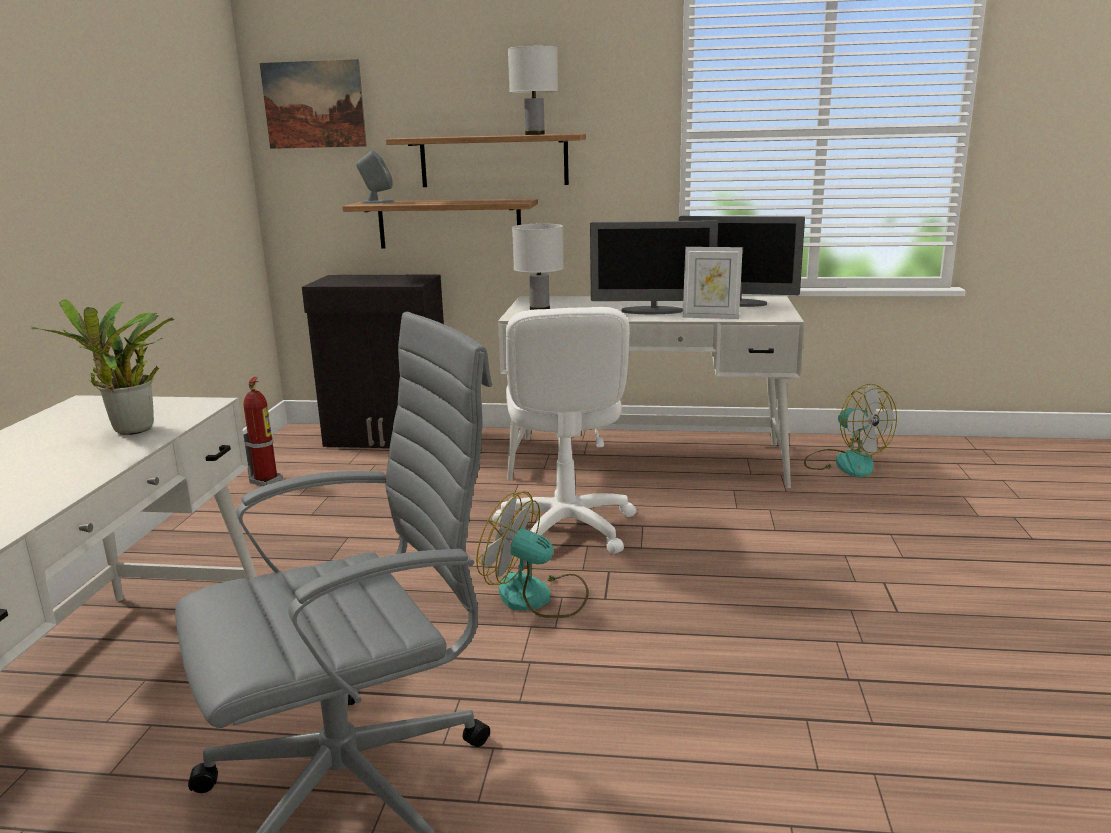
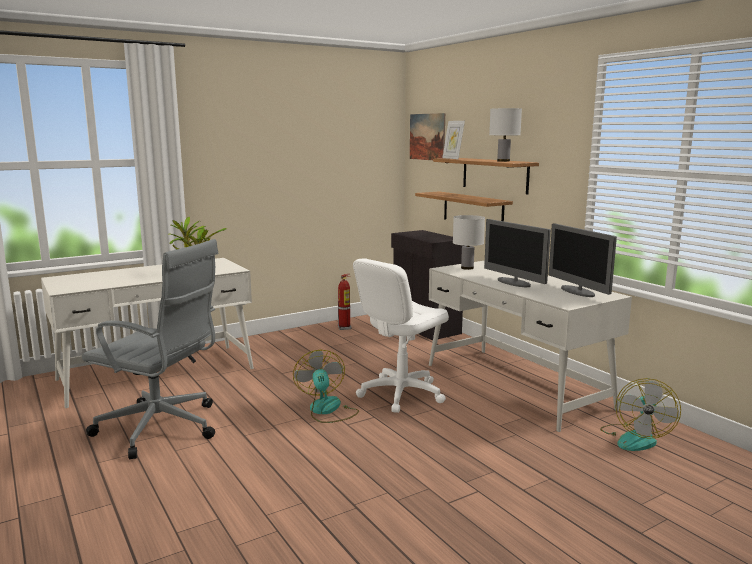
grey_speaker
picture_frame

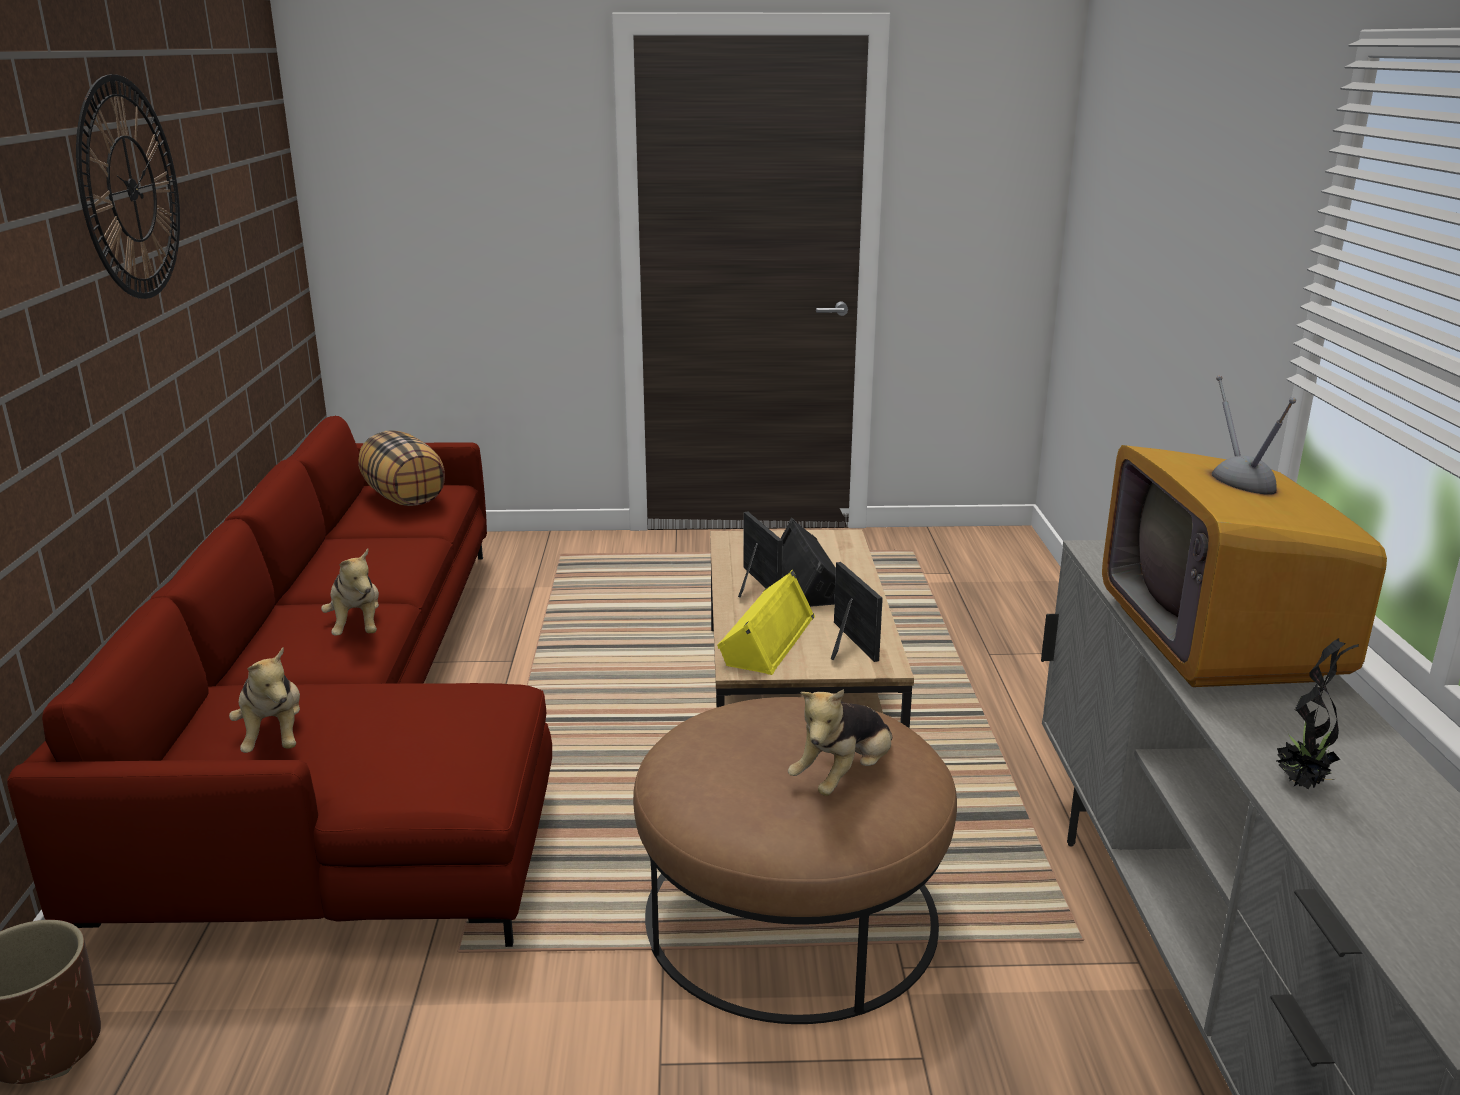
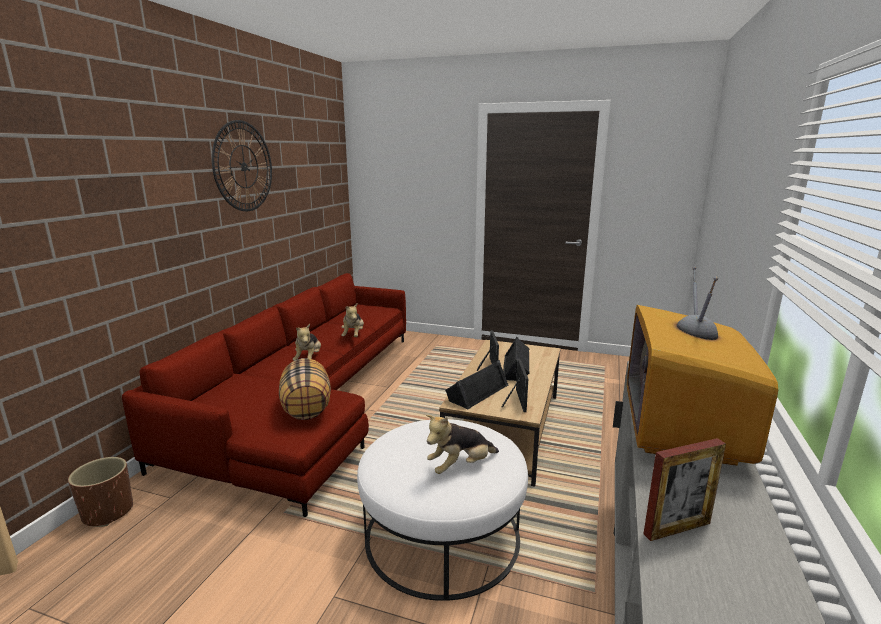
throw_pillow
black-coloured_speaker (no. 1 from left)
picture_frame (no. 3 from left)
cuddly_toy (no. 2 from left)
white-coloured_ottoman

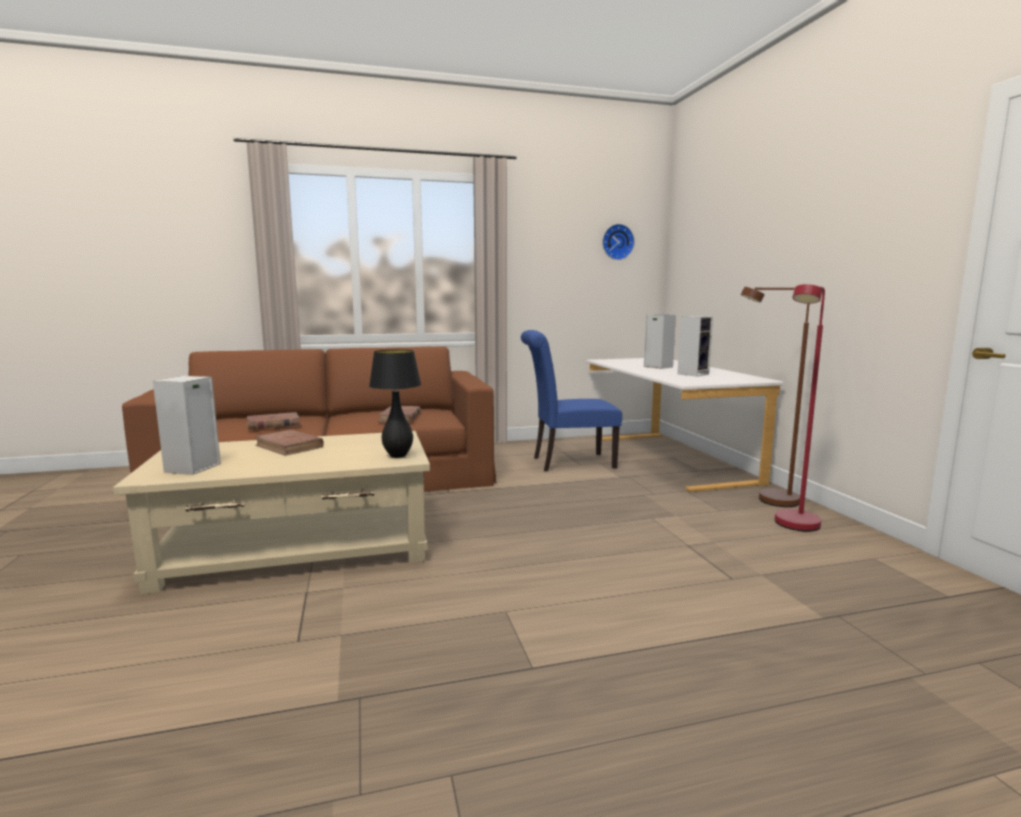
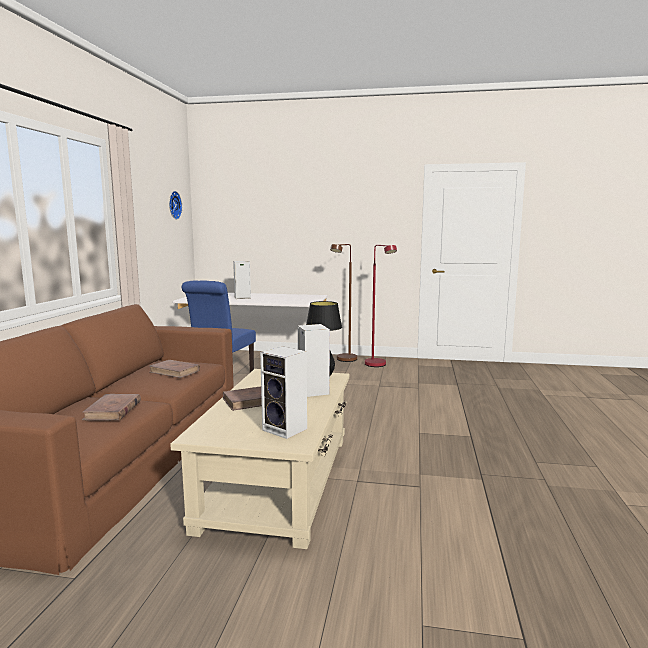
speaker (no. 3 from left)

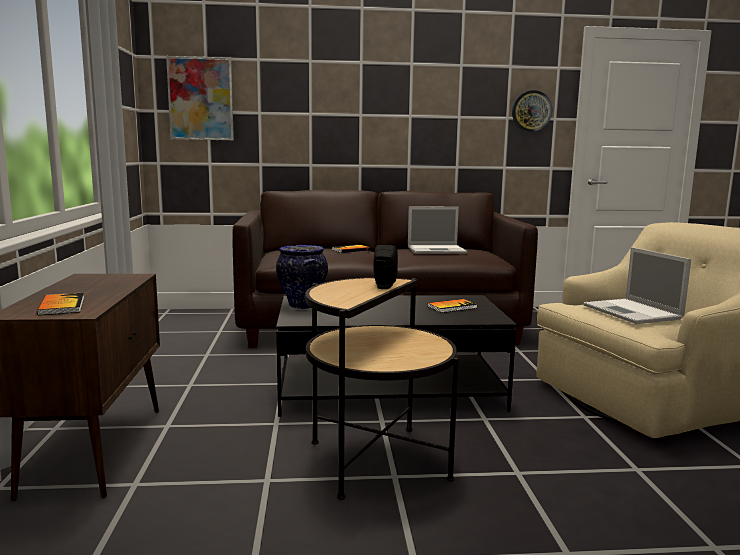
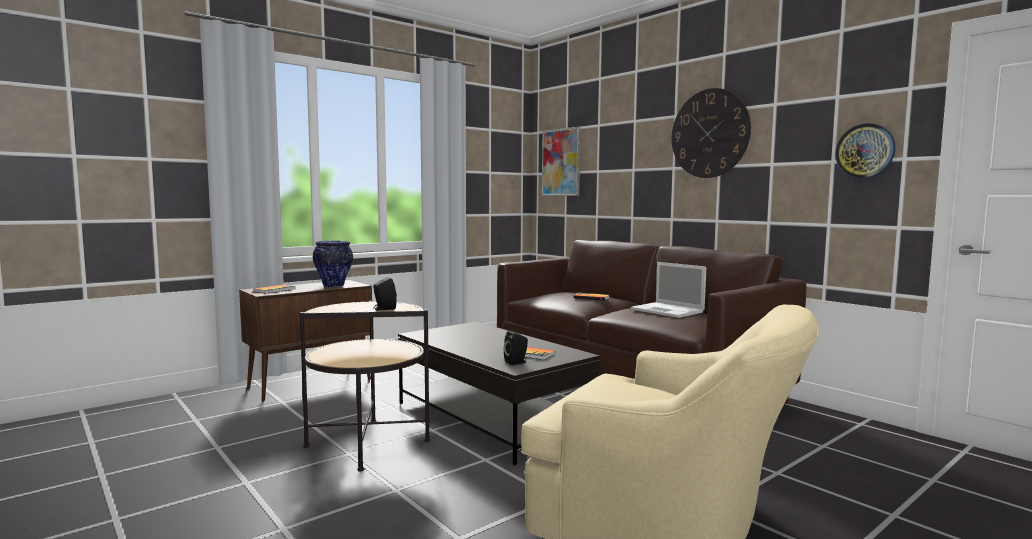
vase
laptop (no. 2 from left in the first image)
wall_clock (no. 1 from left)
black-coloured_speaker (no. 2 from left)

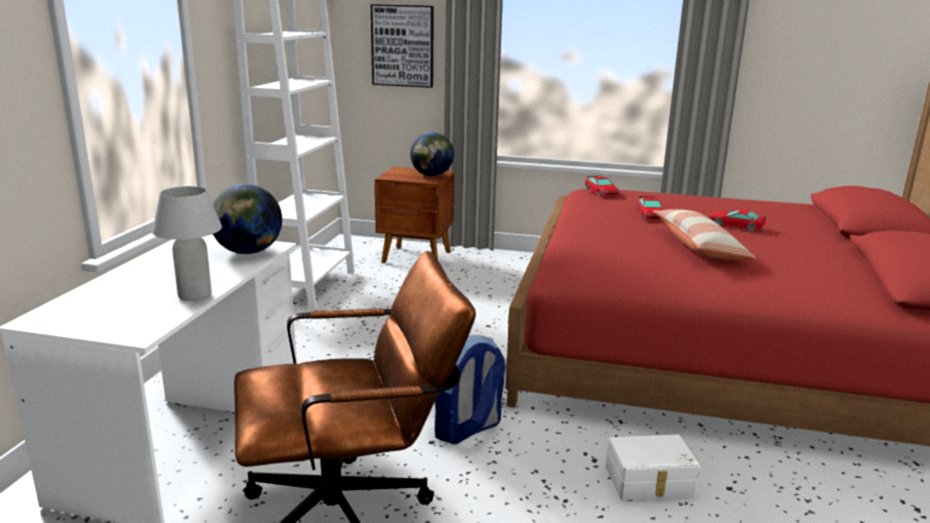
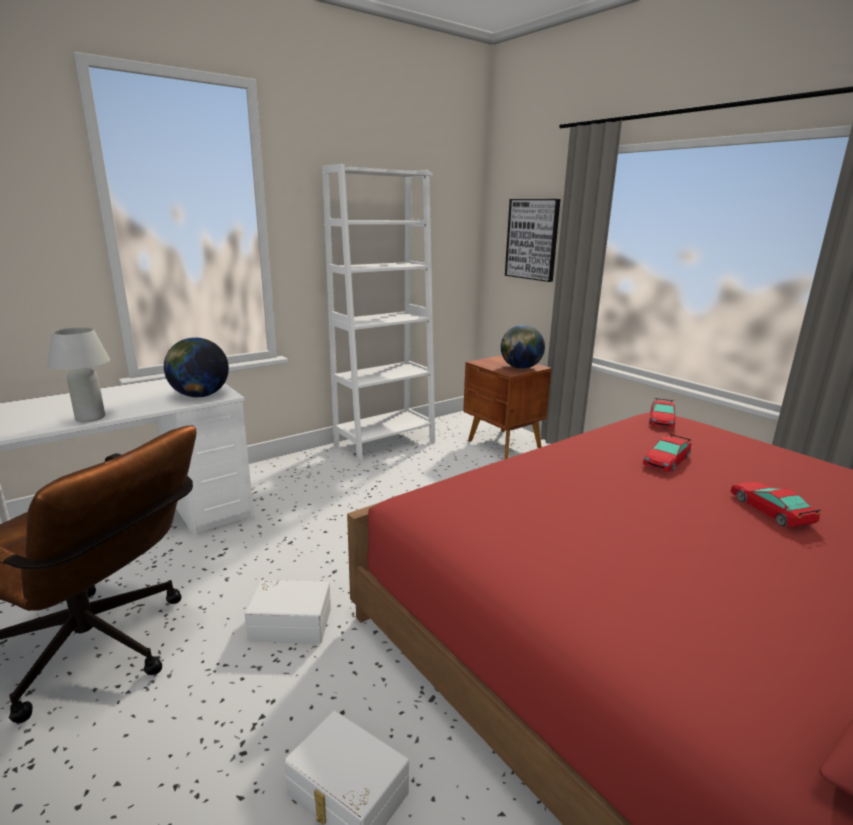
throw_pillow
white-coloured_storage_box (no. 1 from left)

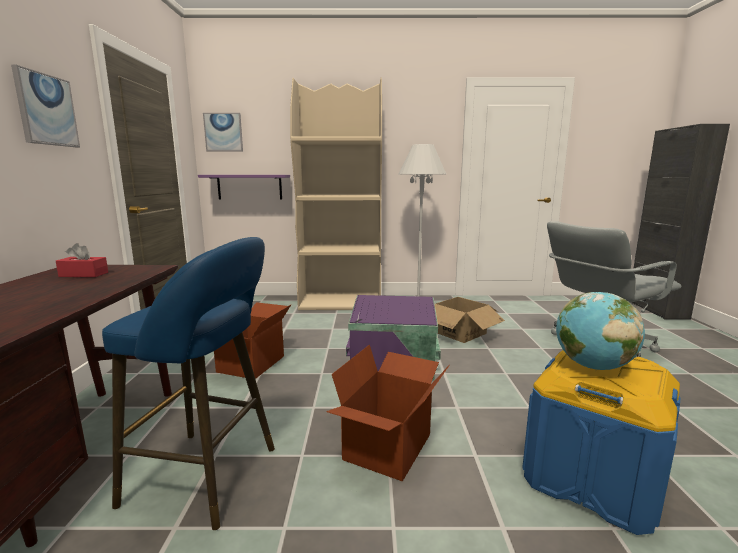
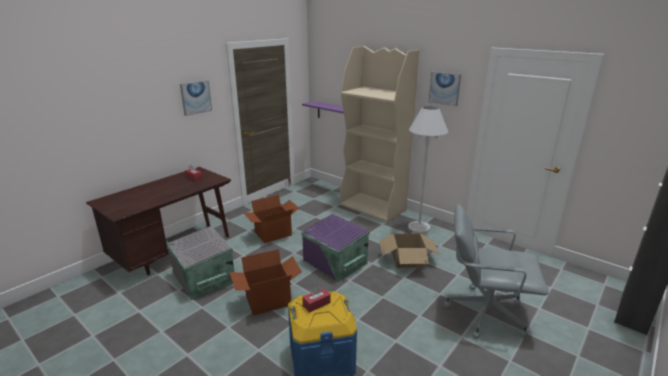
wall_art (no. 2 from left)
grey_storage_box
reddish_tissue_holder (no. 2 from left)

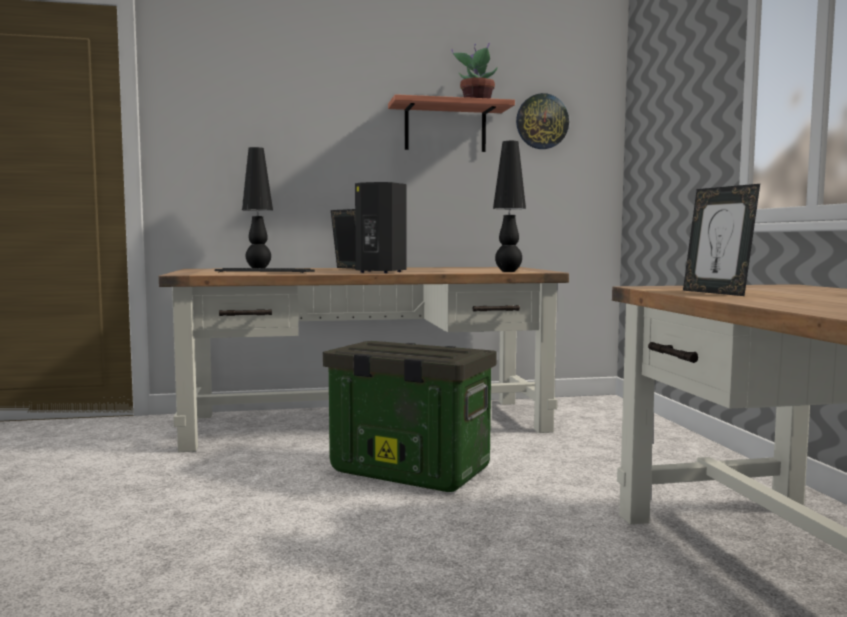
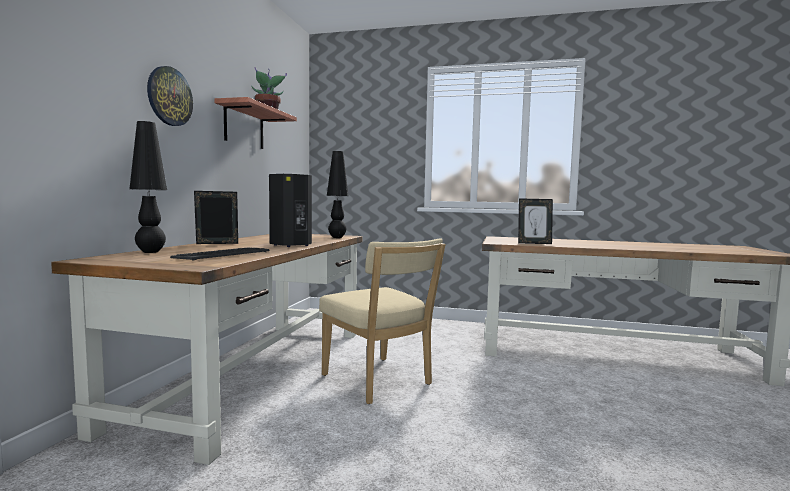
wall_clock
beige-coloured_plain_chair

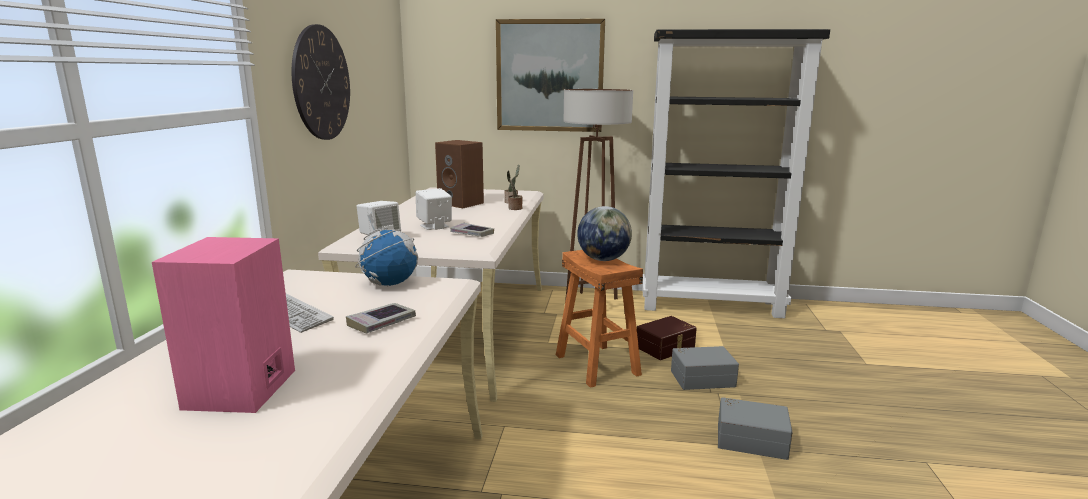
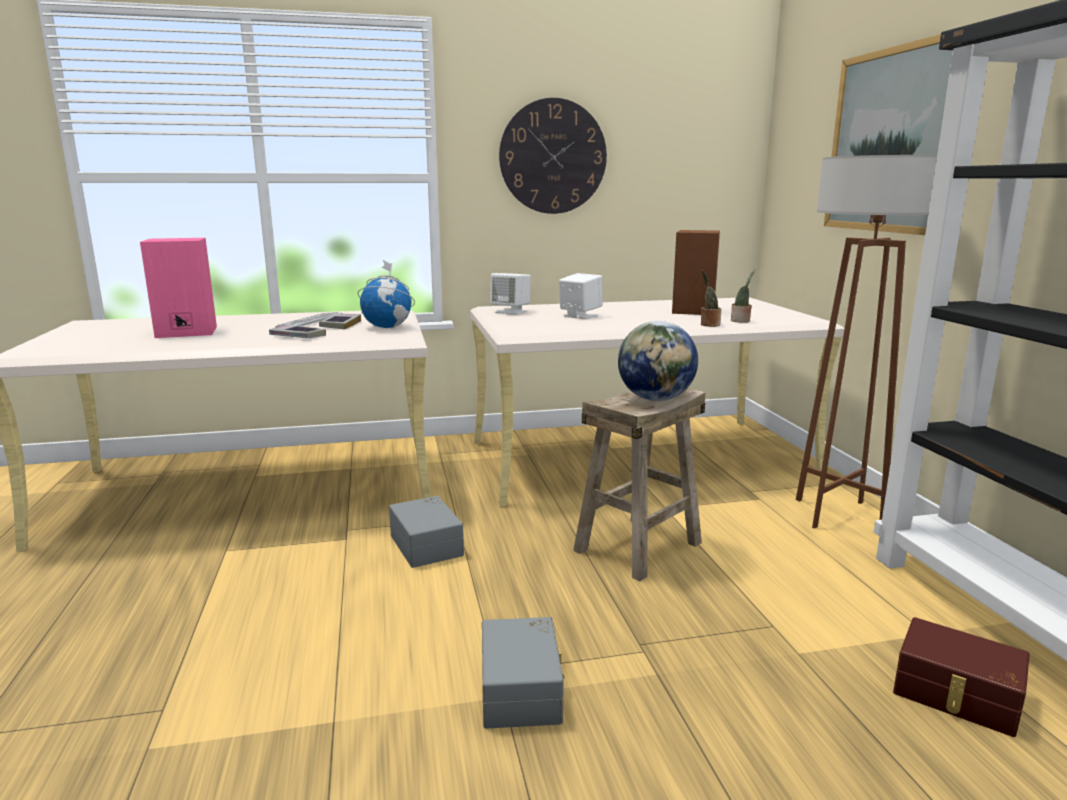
book (no. 2 from left)
beige-coloured_sitting_stool
brown_storage_box
grey_storage_box (no. 1 from left)

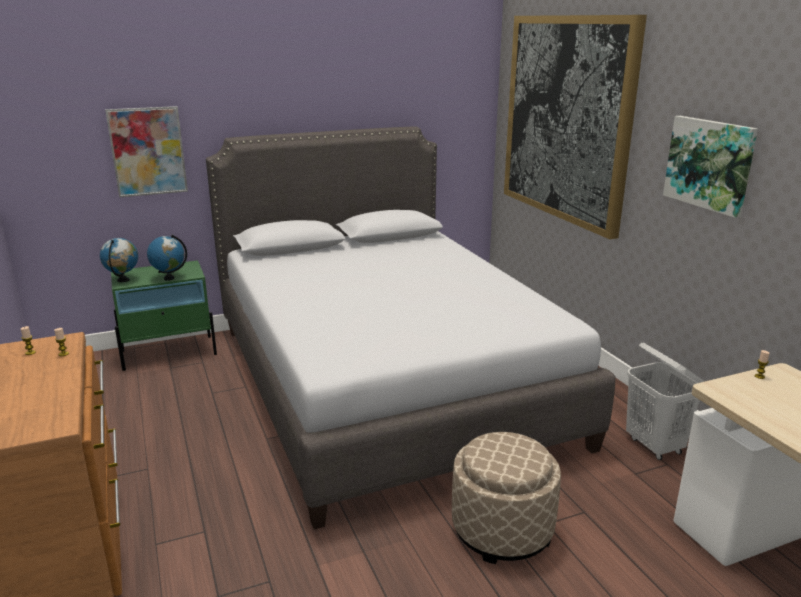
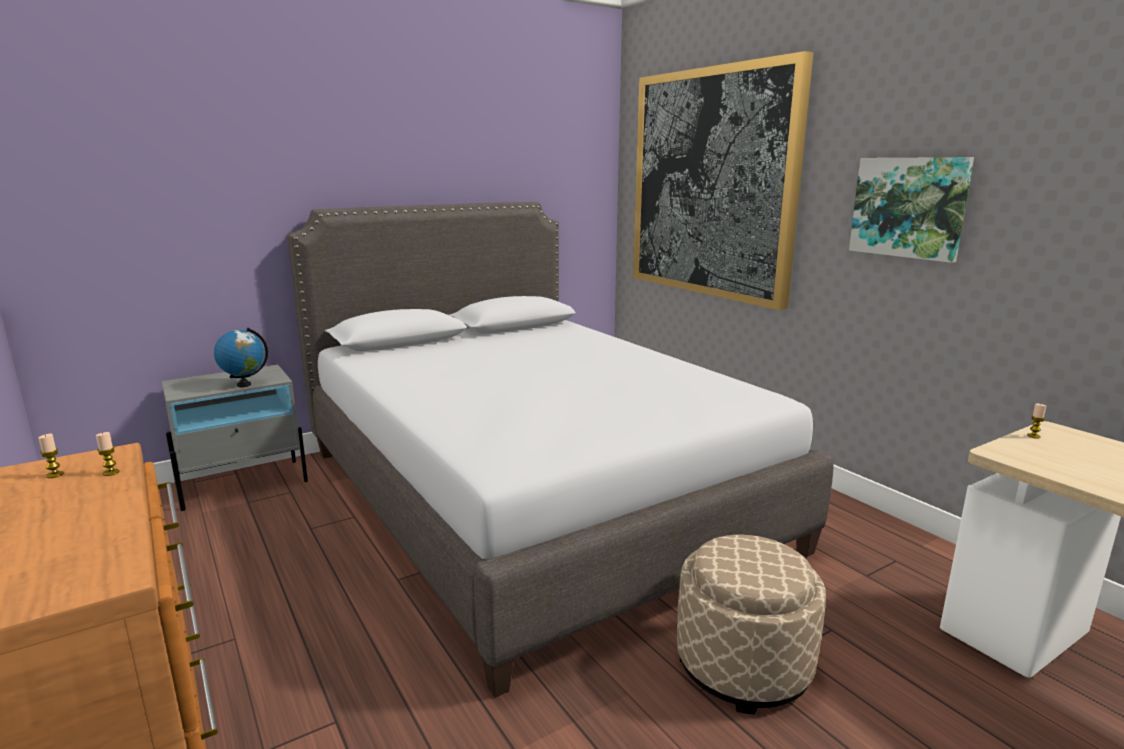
wall_art (no. 1 from left in the first image)
desk_globe (no. 1 from left in the first image)
grey_nightstand
white-coloured_hamper

